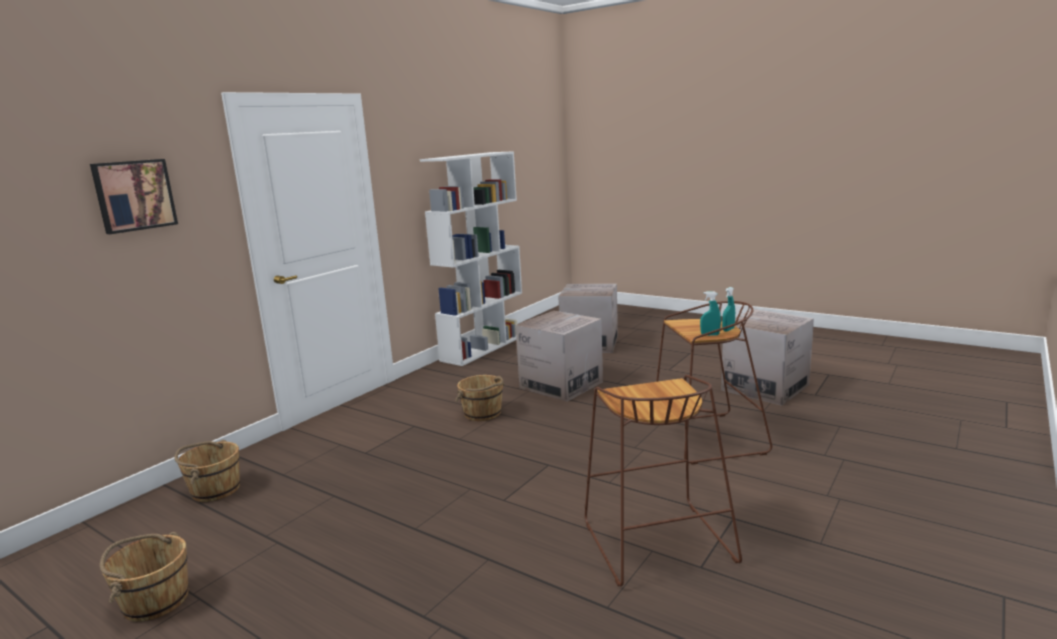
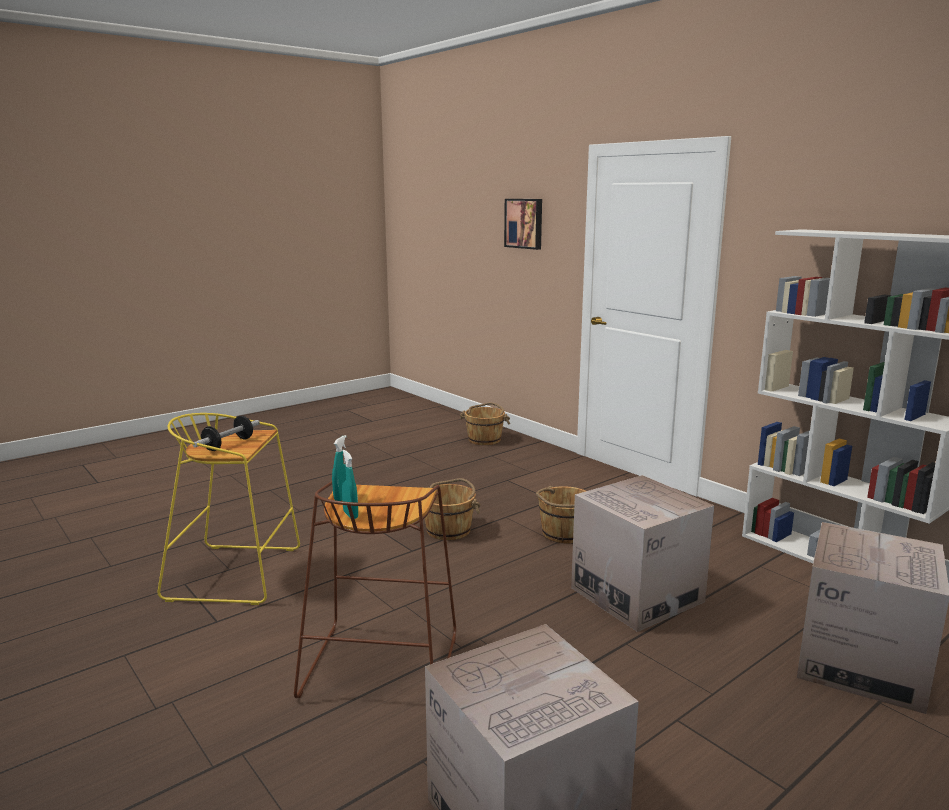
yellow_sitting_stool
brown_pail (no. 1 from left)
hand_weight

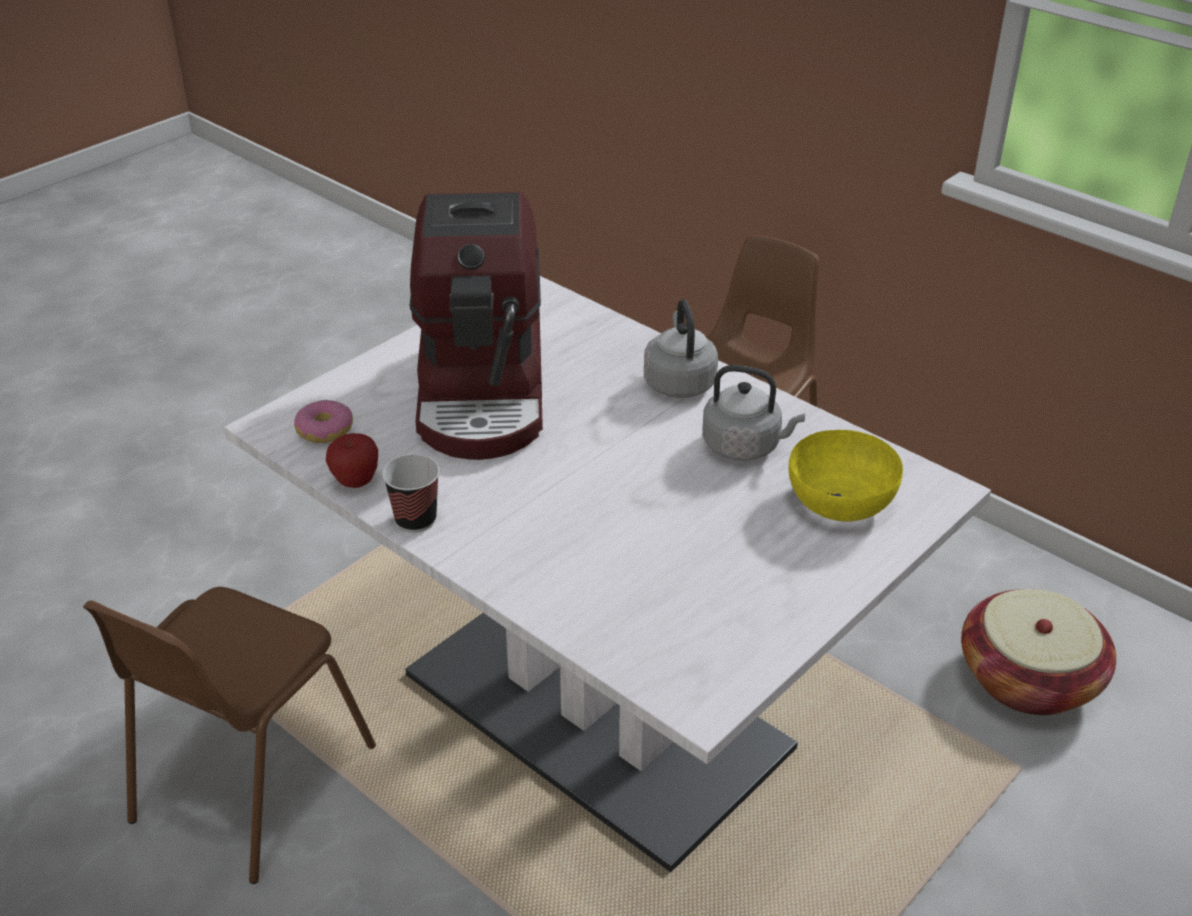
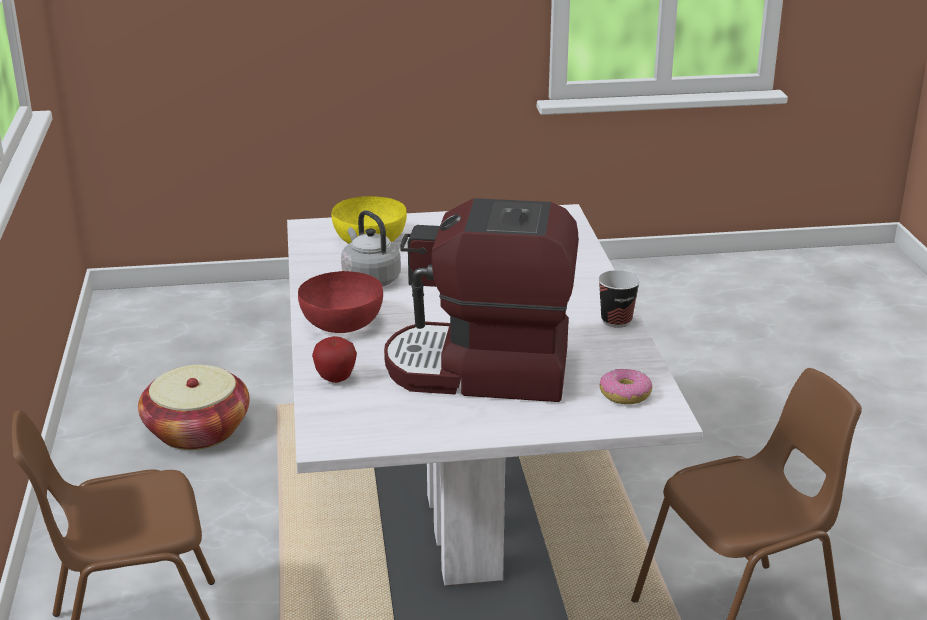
coffee_brewer
reddish_bowl
apple

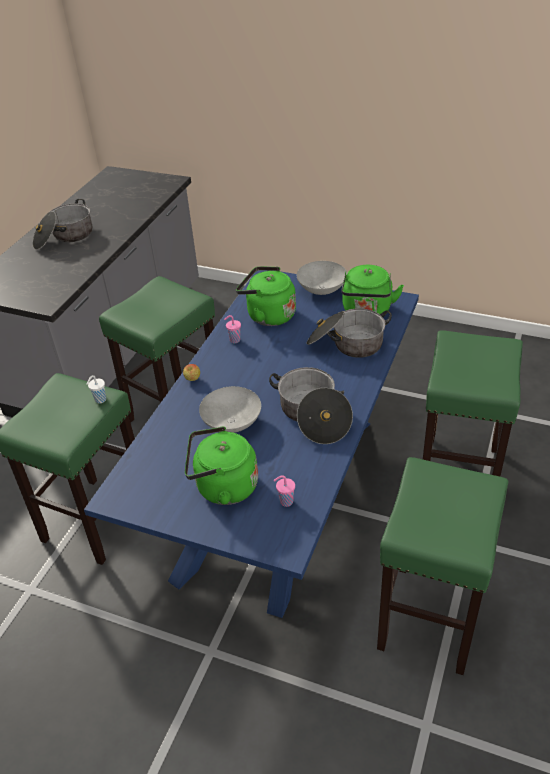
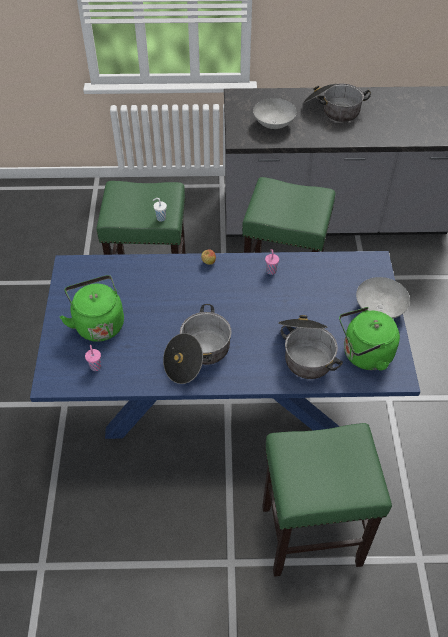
green_tea_kettle (no. 2 from left in the first image)
grey_bowl (no. 1 from left)
green_sitting_stool (no. 3 from left in the first image)

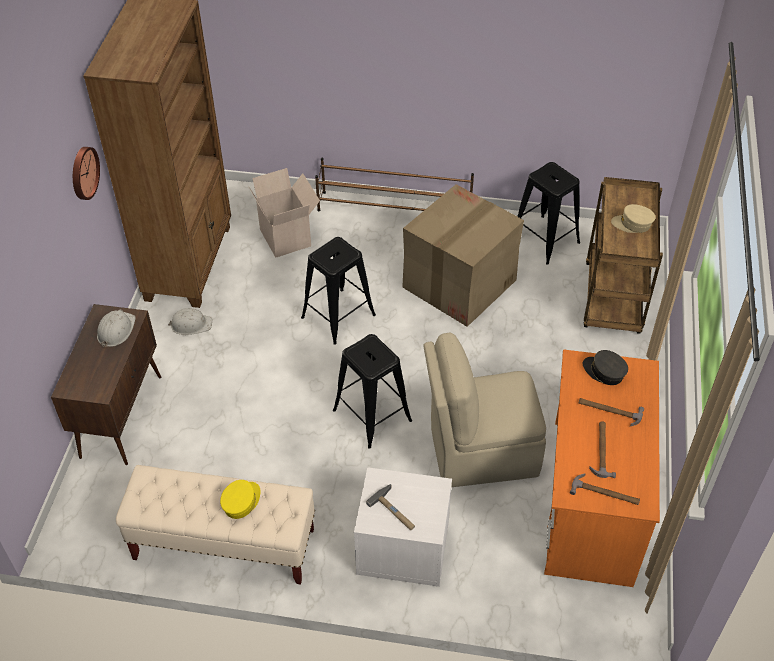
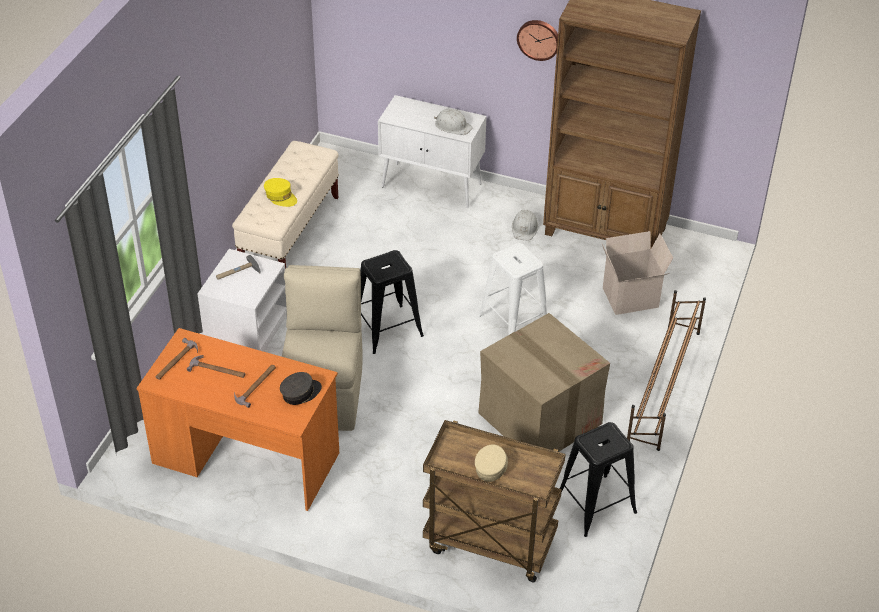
white-coloured_sitting_stool
white-coloured_cupboard

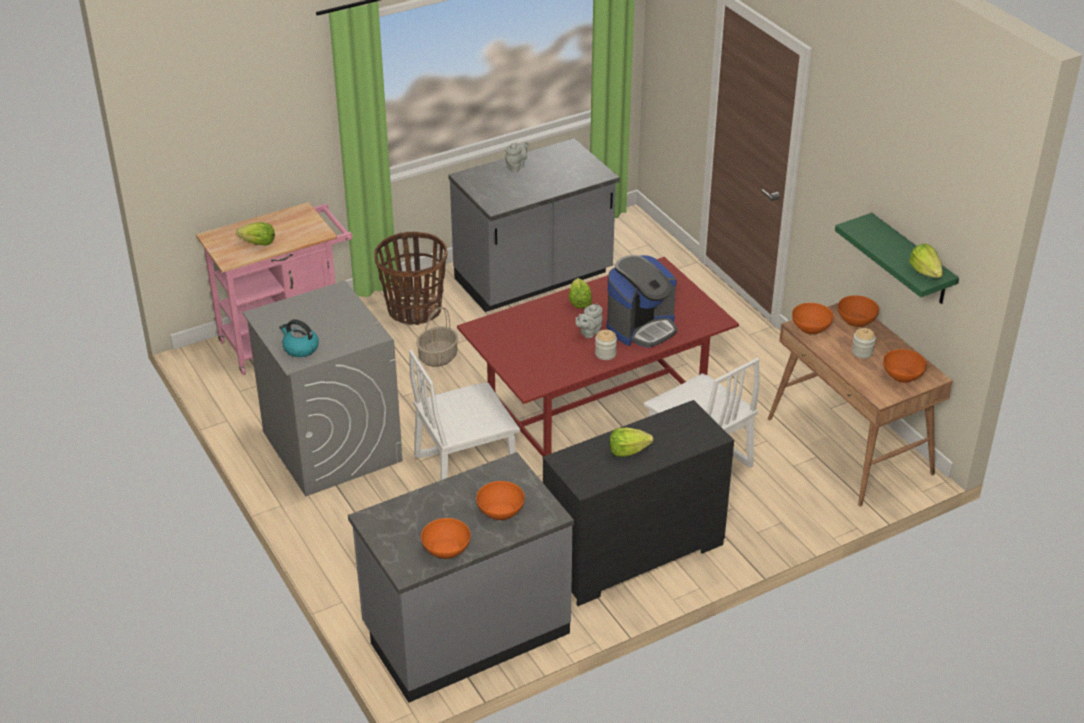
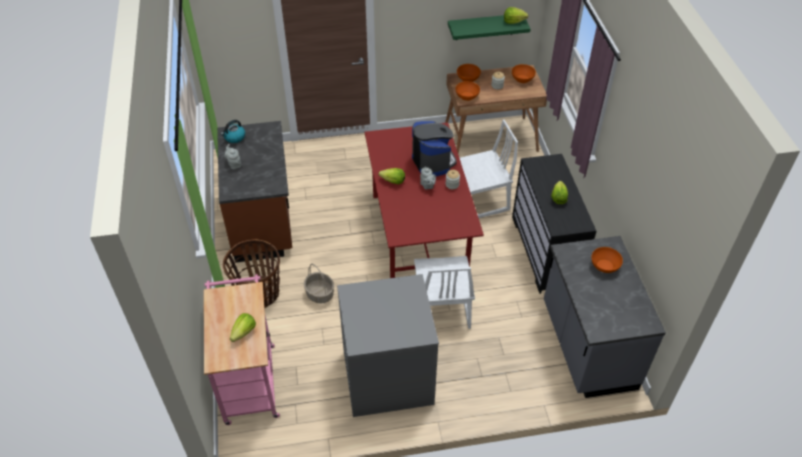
brown_kitchen_counter
tea_kettle
orangey_bowl (no. 1 from left in the first image)

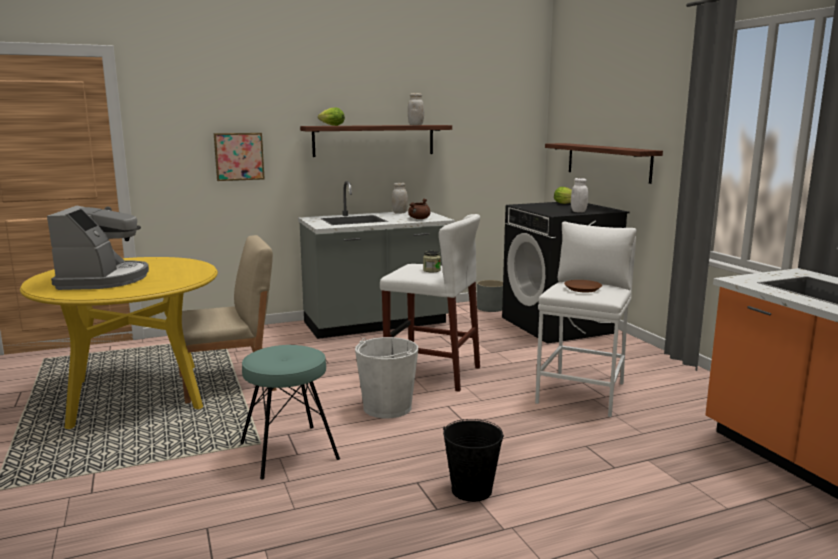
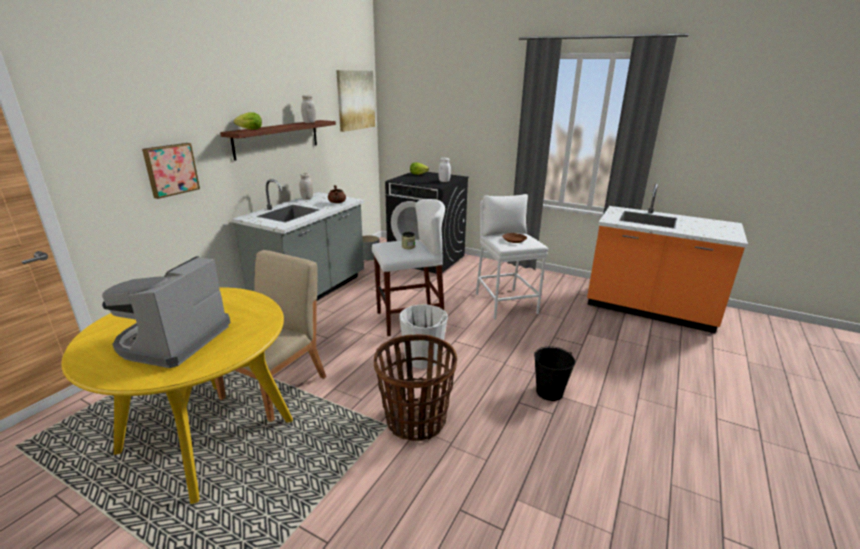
bracket_shelf (no. 2 from left in the first image)
coffee_brewer
basket
wall_art (no. 2 from left)

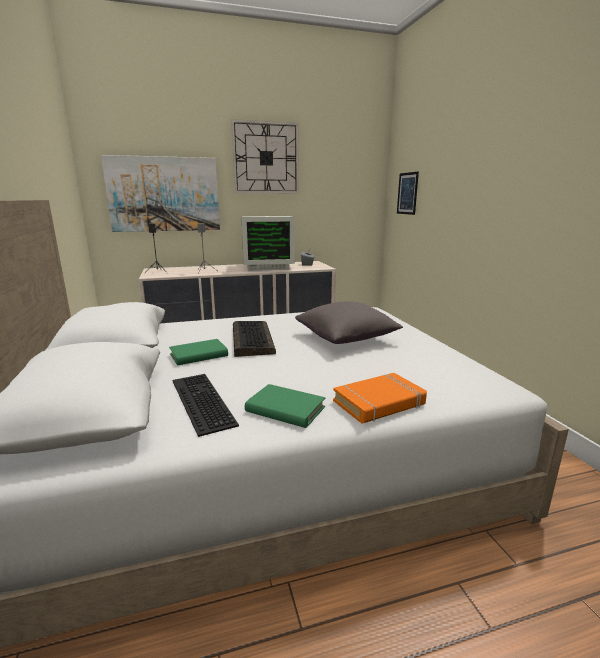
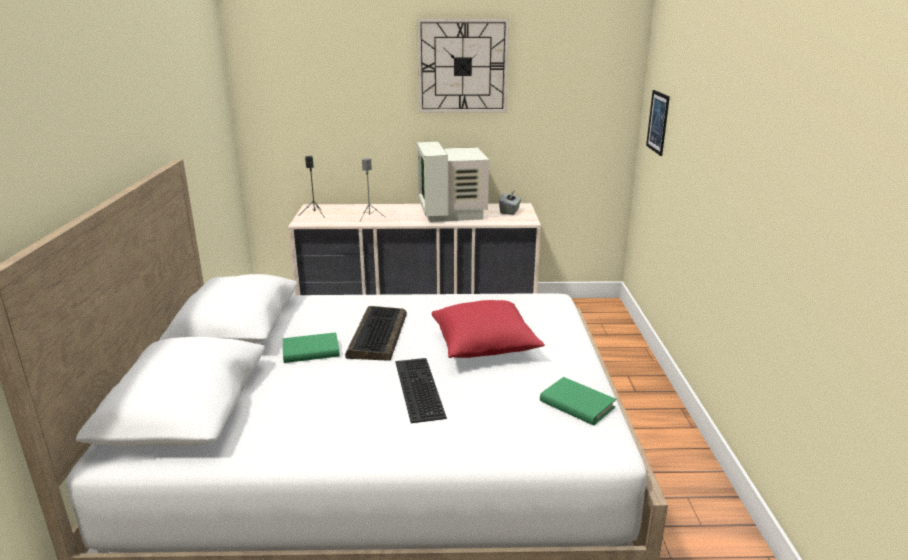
wall_art (no. 1 from left in the first image)
monitor
reddish_throw_pillow
orangey_book
computer_keyboard (no. 2 from left)
green_book (no. 2 from left)

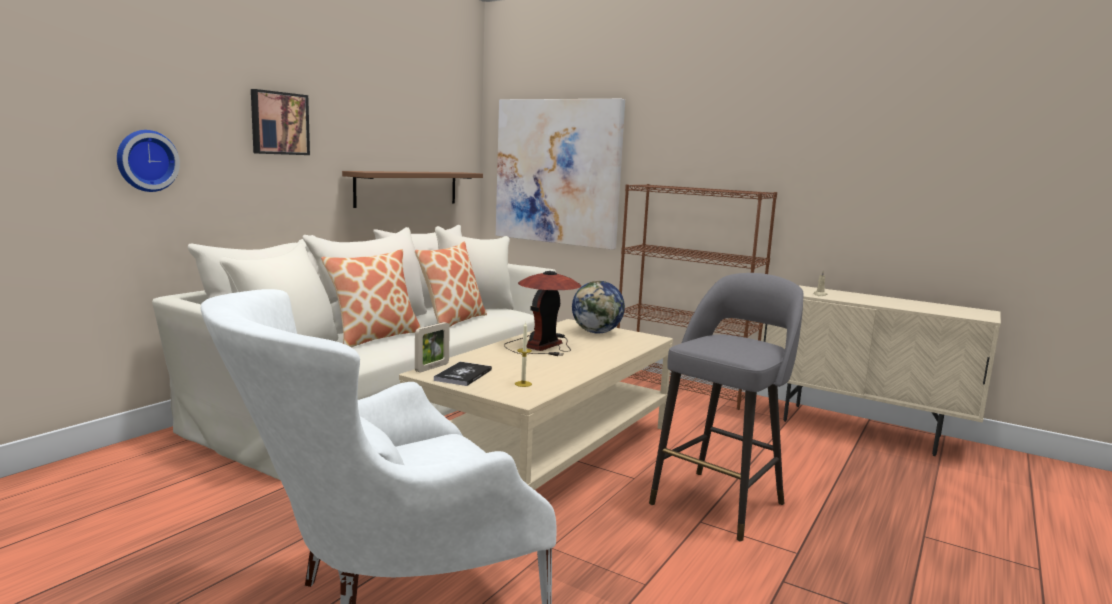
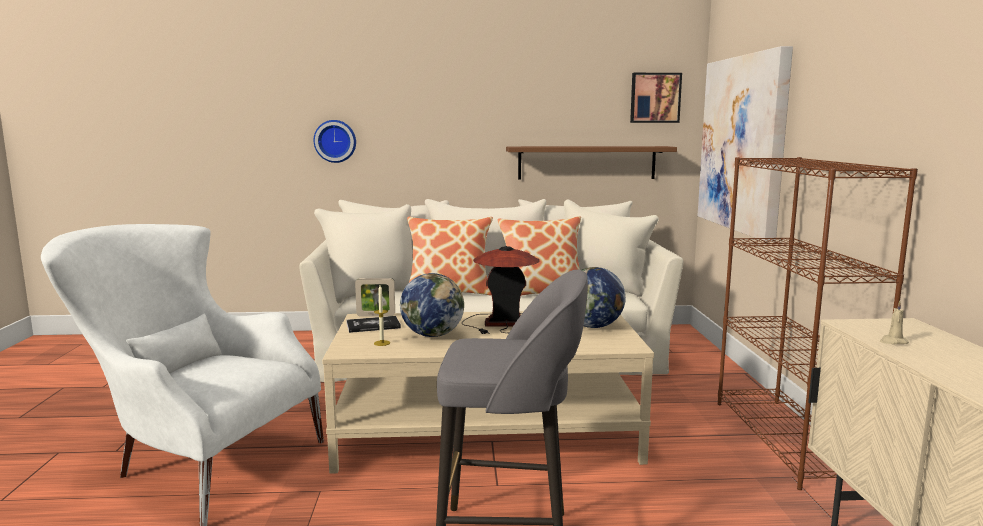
wall_art (no. 1 from left)
desk_globe (no. 1 from left)

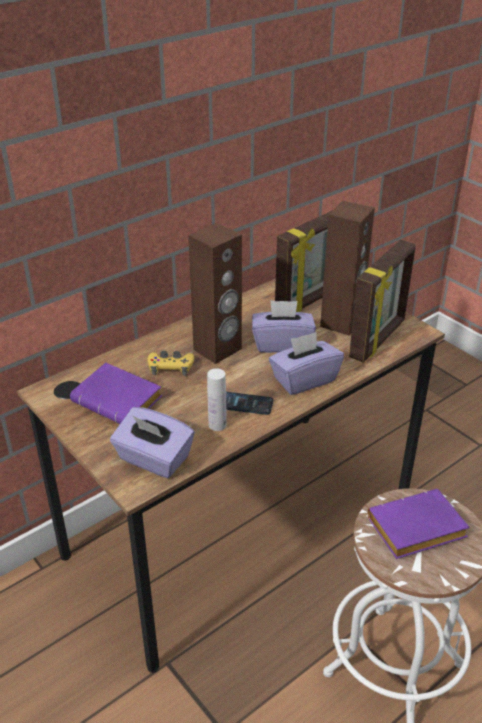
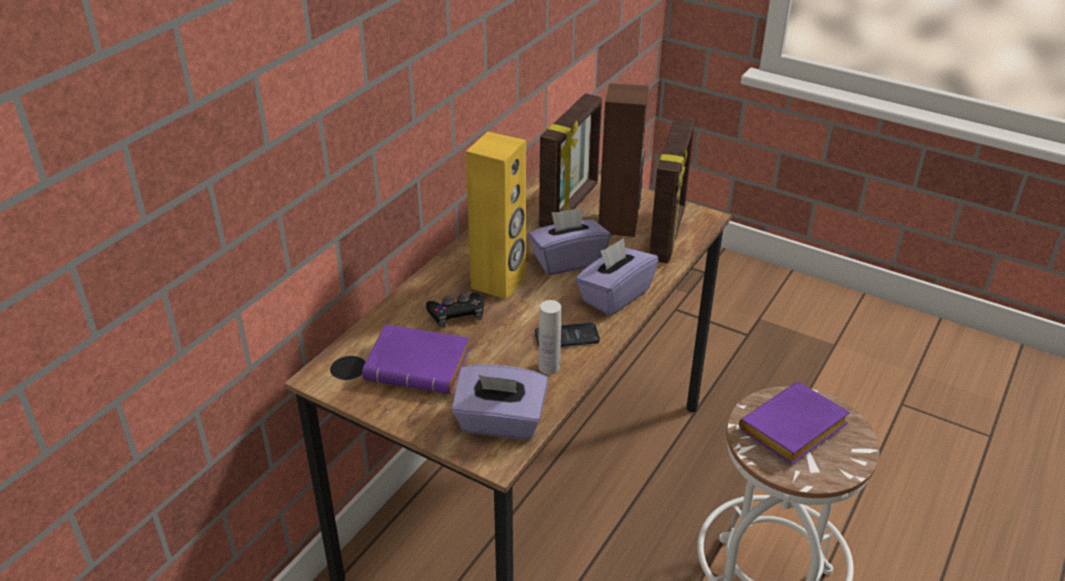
yellow_speaker
black-coloured_joypad

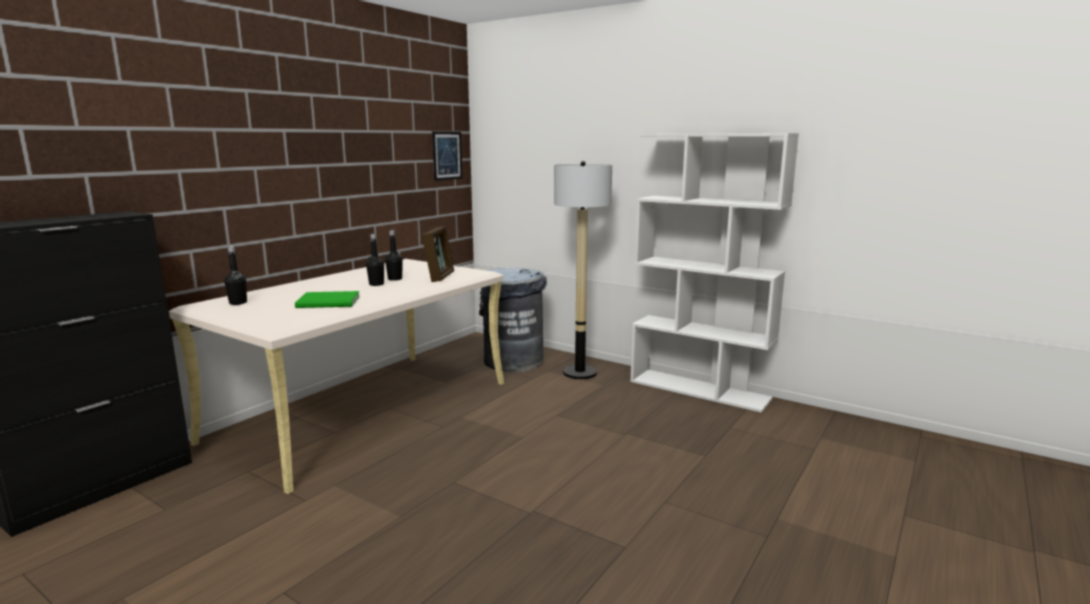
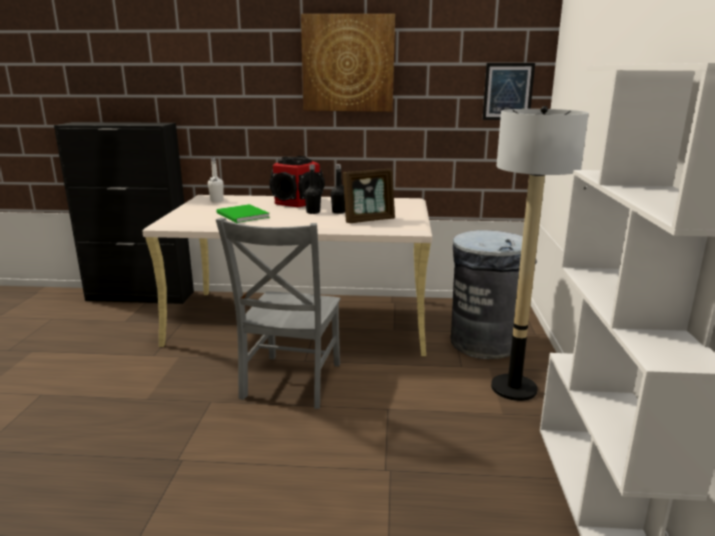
white-coloured_beverage_bottle
wall_art (no. 1 from left)
speaker
grey_plain_chair

